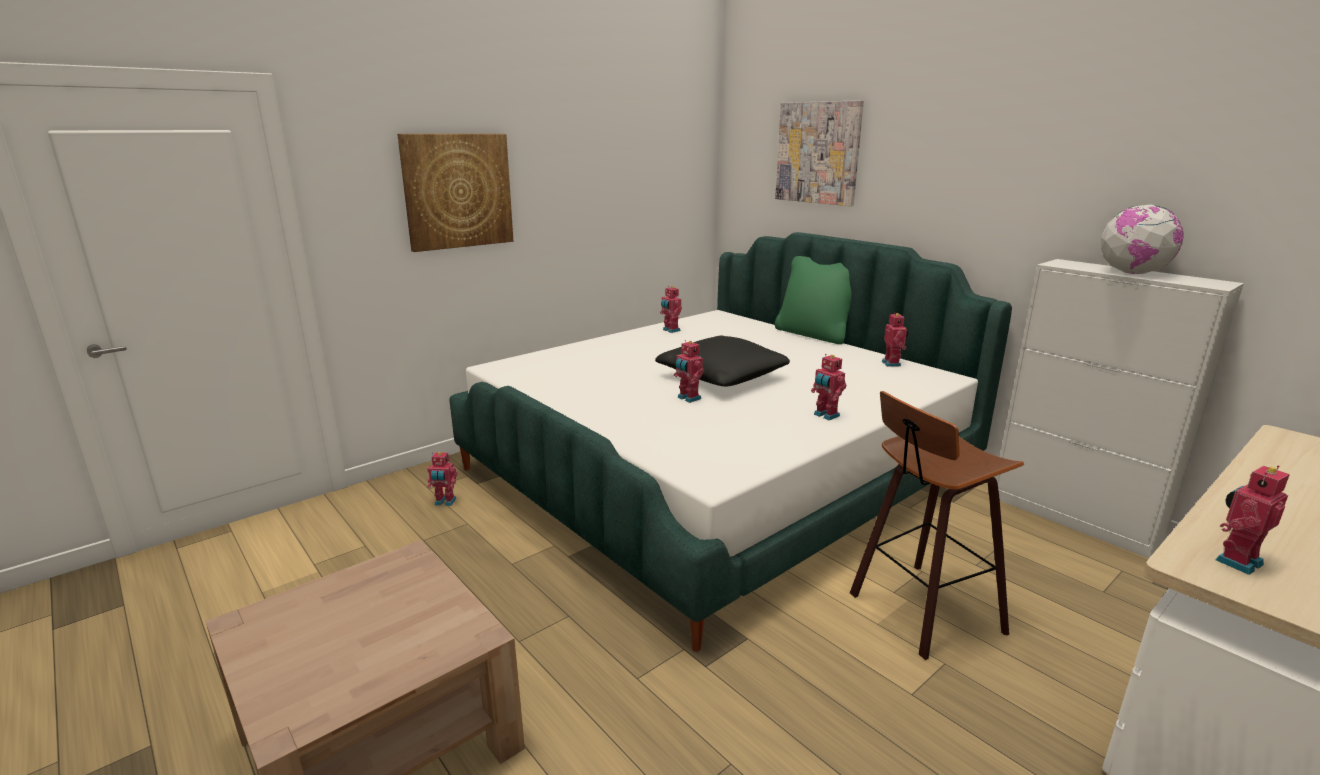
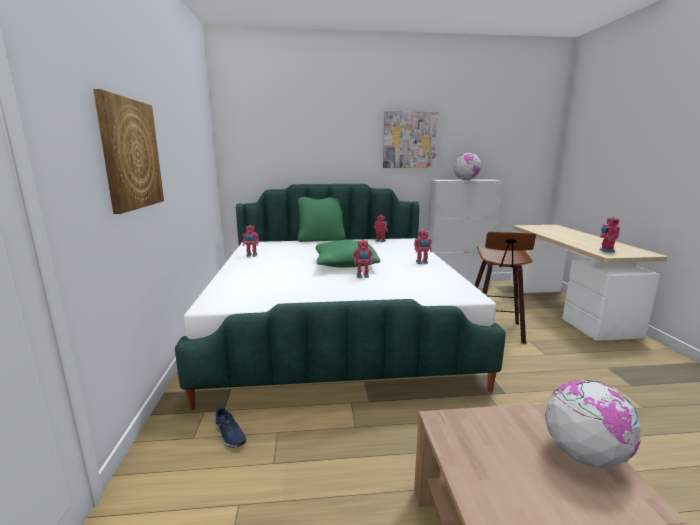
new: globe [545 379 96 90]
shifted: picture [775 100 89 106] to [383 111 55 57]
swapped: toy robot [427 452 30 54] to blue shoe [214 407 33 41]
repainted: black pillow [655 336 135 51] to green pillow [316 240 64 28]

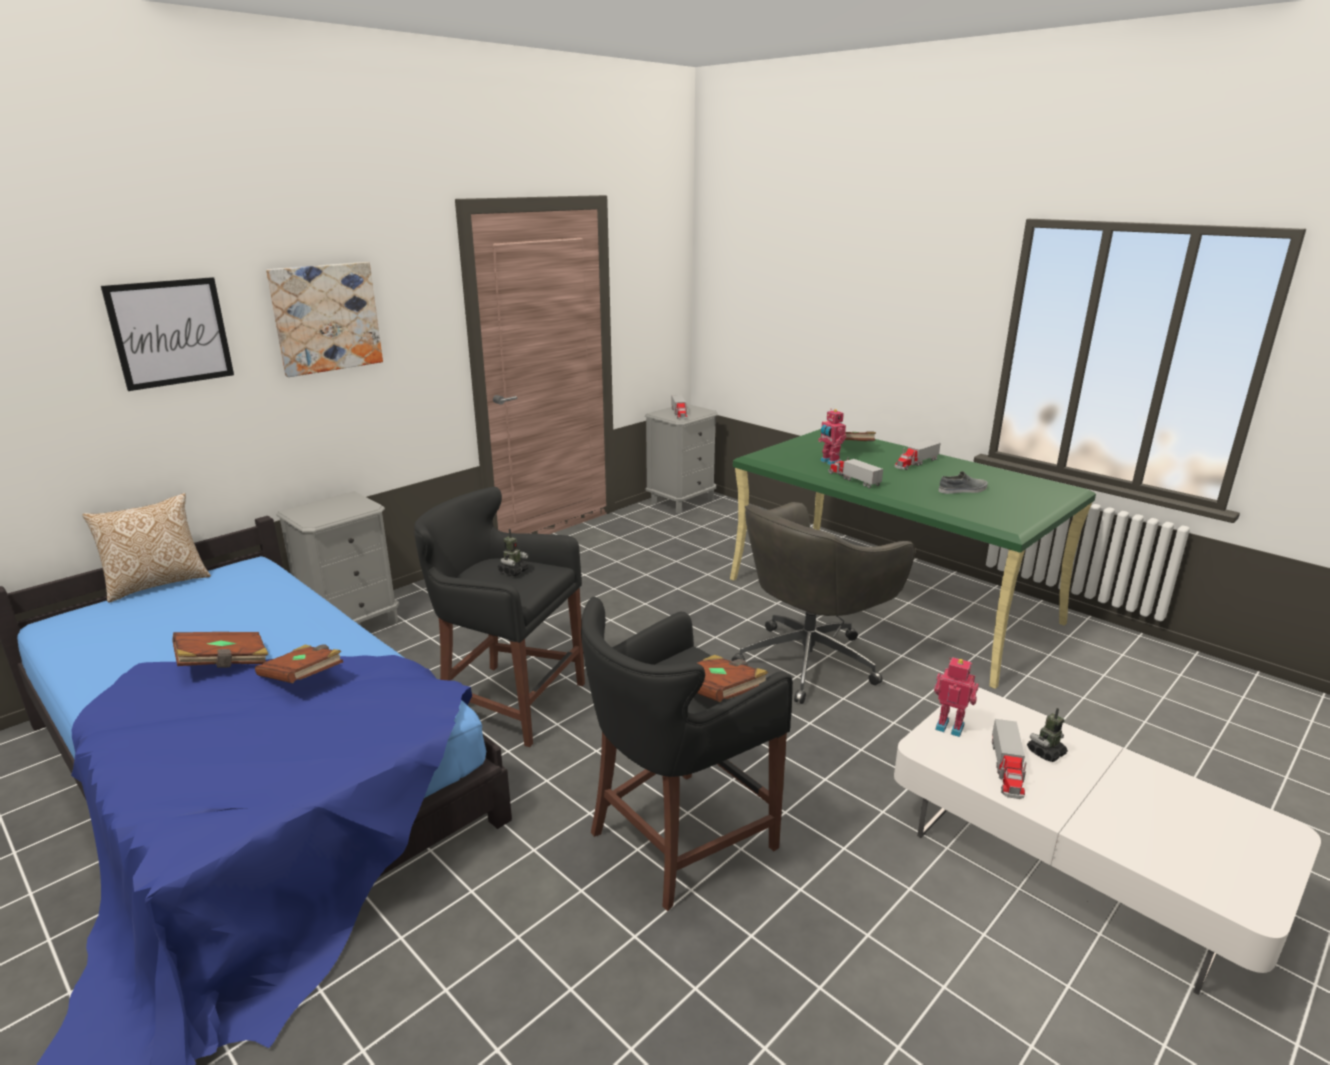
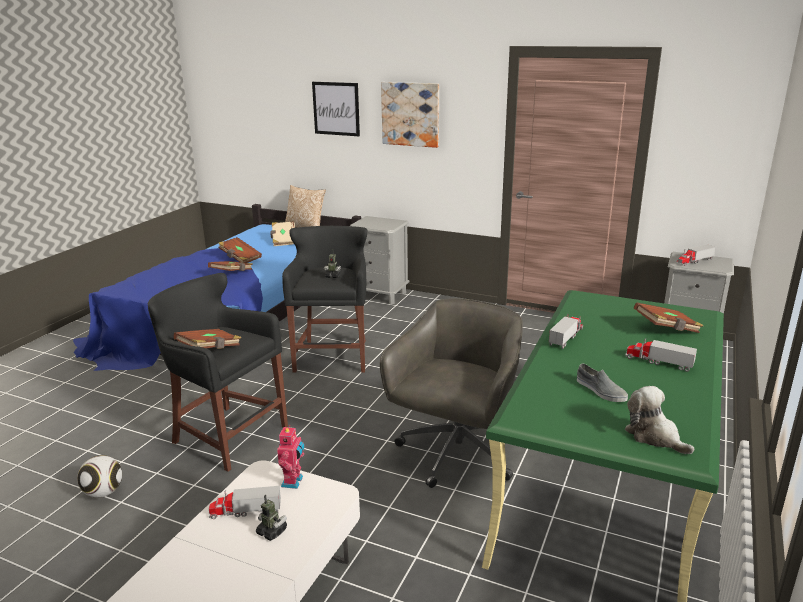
gone: toy robot [818 409 28 56]
new: football [77 455 45 43]; beige book [270 222 25 24]; plush toy [625 386 69 69]
rotated: grey office chair [732 502 183 202] = [380 298 143 190] 90 degrees clockwise

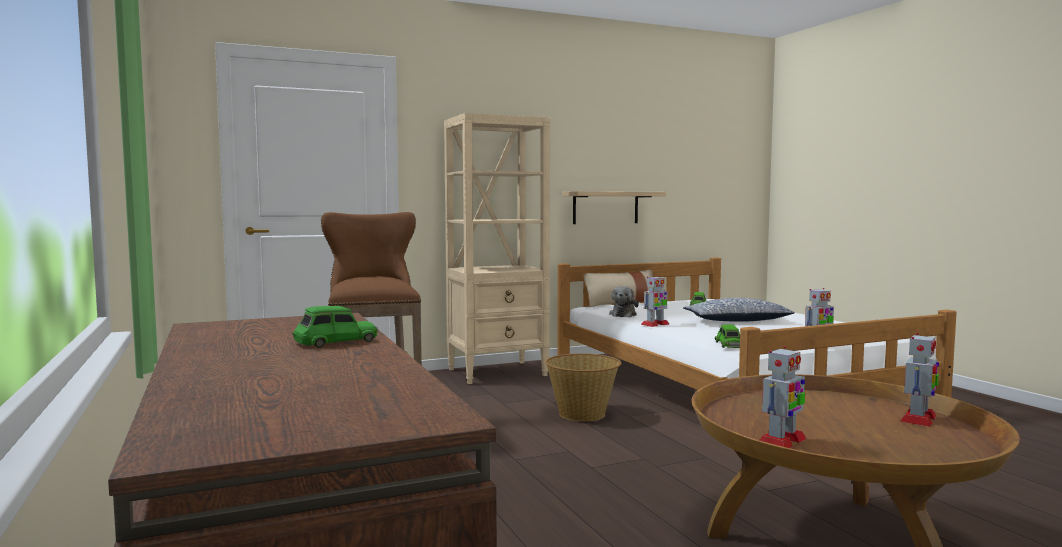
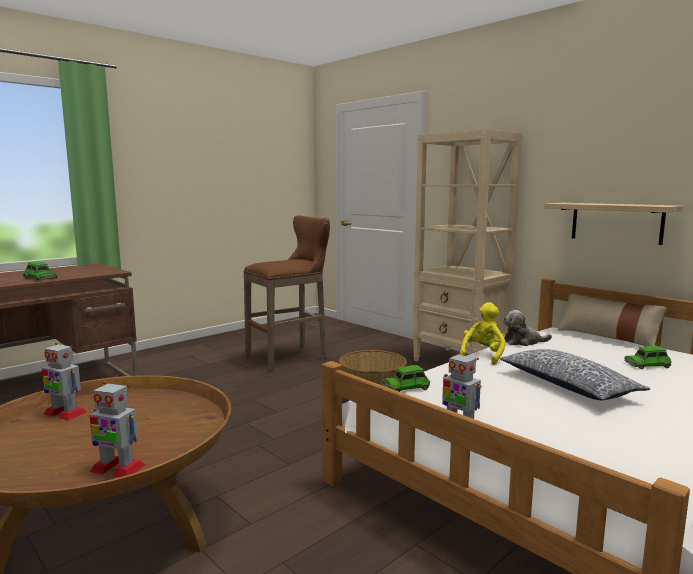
swapped: toy robot [641 276 29 51] to yellow plush toy [459 302 47 63]

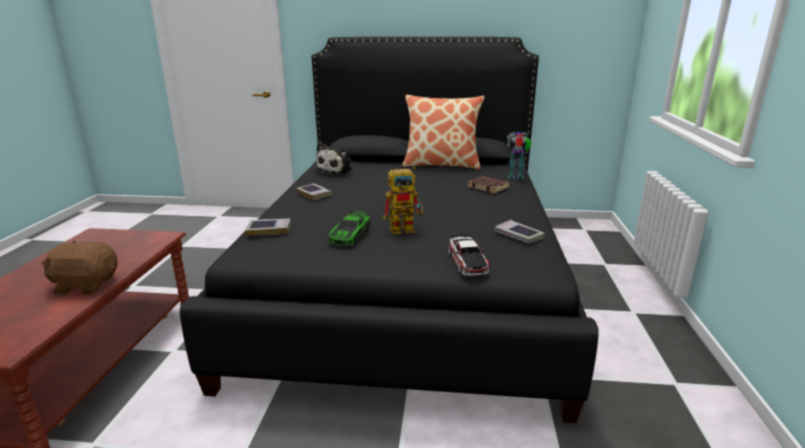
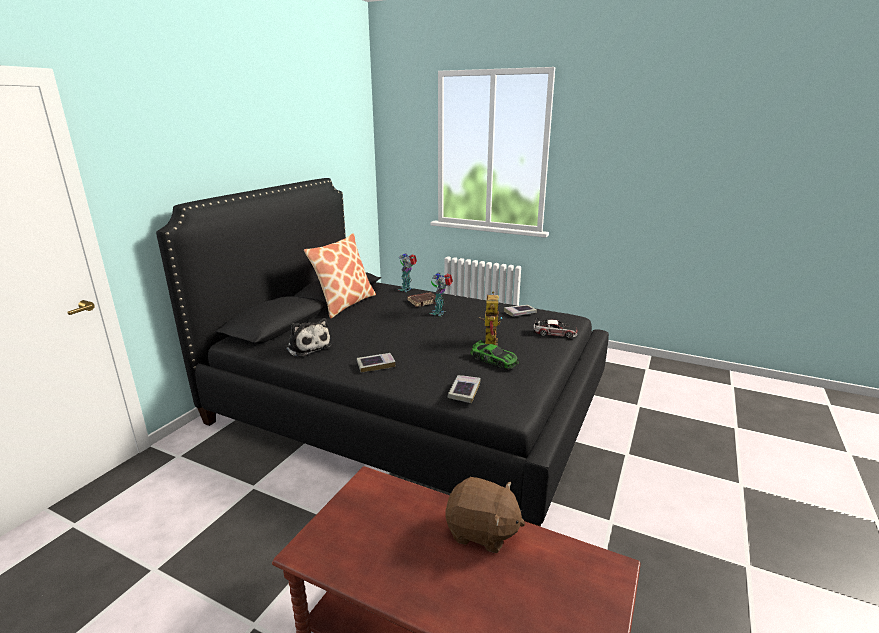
new: toy robot [429 272 24 44]
rotated: brown plush toy [41 240 77 54] = [445 477 80 76] 90 degrees counterclockwise

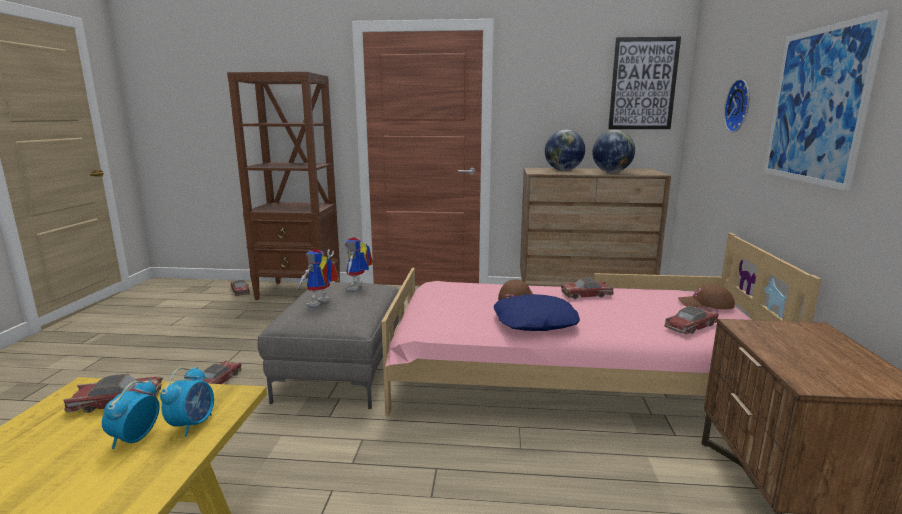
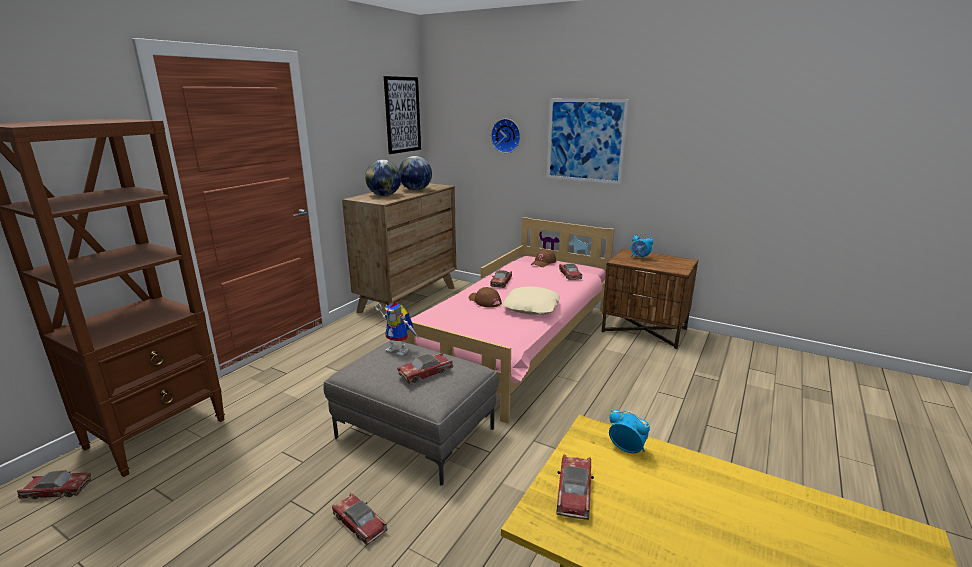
shifted: alarm clock [102 379 58 70] to [631 233 22 27]
swapped: toy robot [296 249 43 58] to toy car [397 352 56 32]
repainted: blue pillow [493 294 87 37] to beige pillow [503 286 57 28]

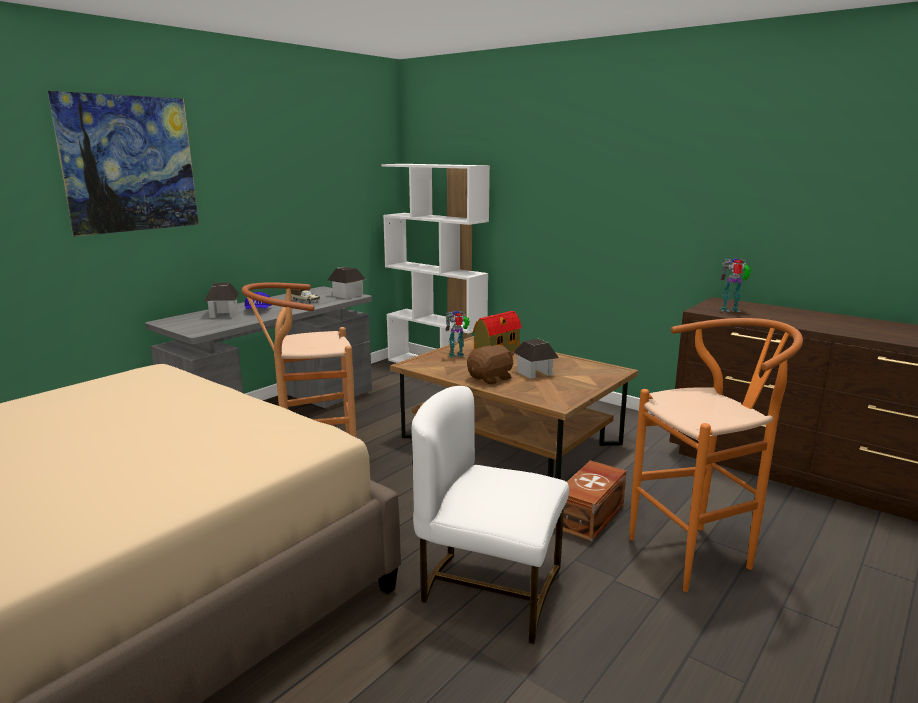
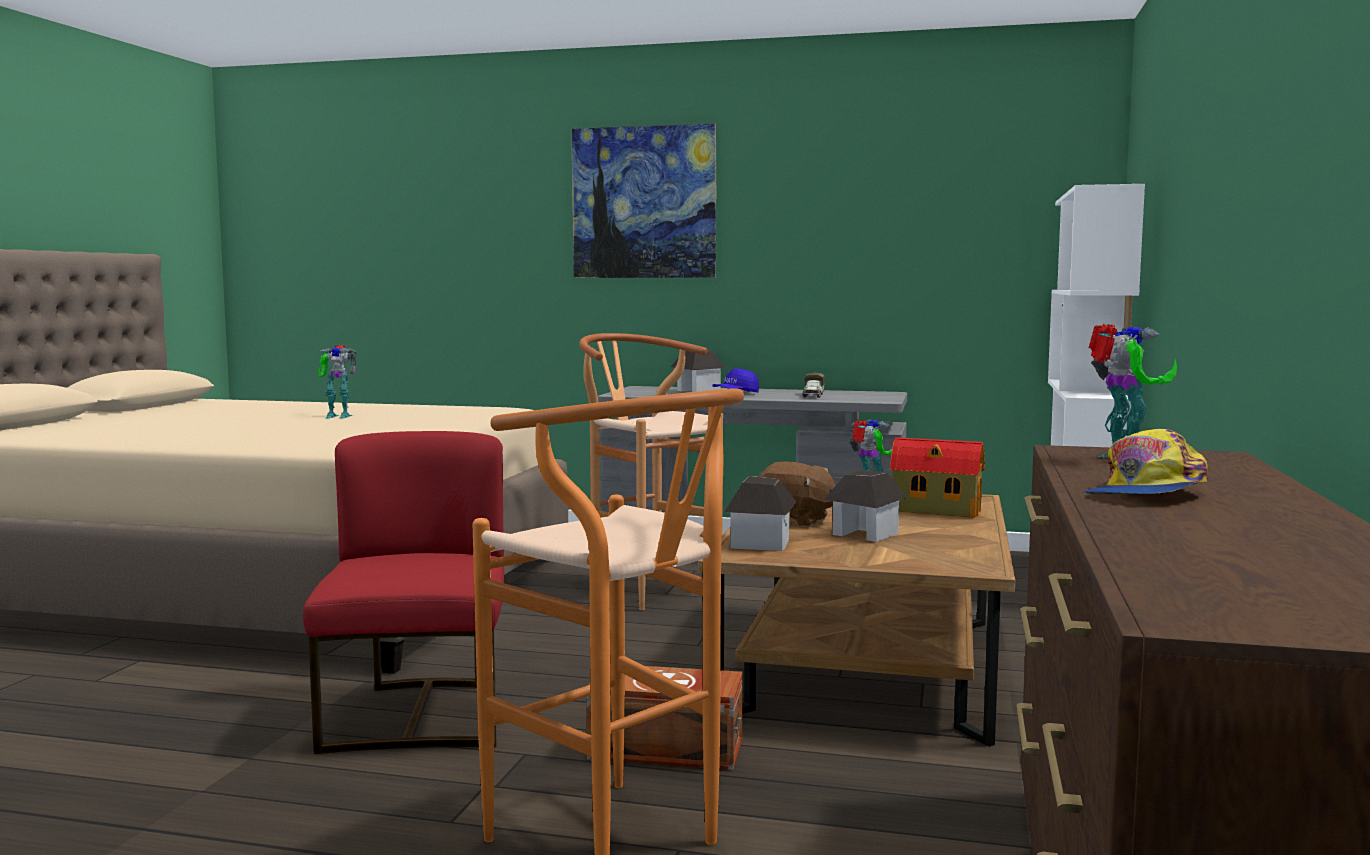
new: toy robot [318 345 39 73]; cap [1083 429 125 66]
shifted: toy house [328 267 38 32] to [724 476 72 75]
repainted: white chair [411 386 158 258] to red chair [303 431 201 323]

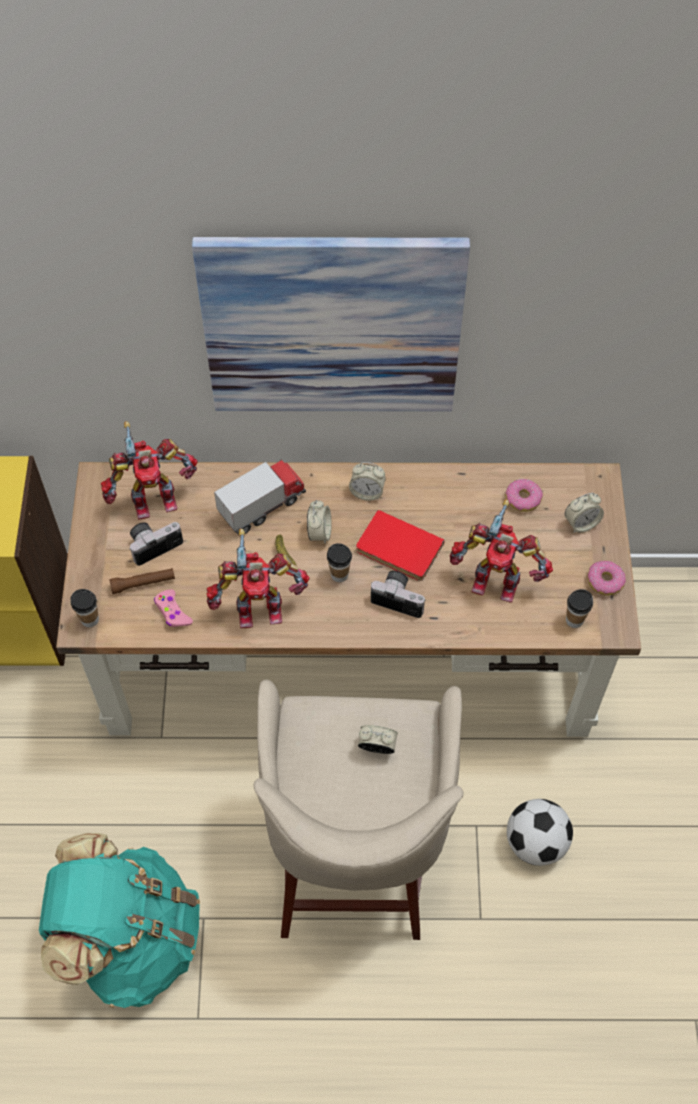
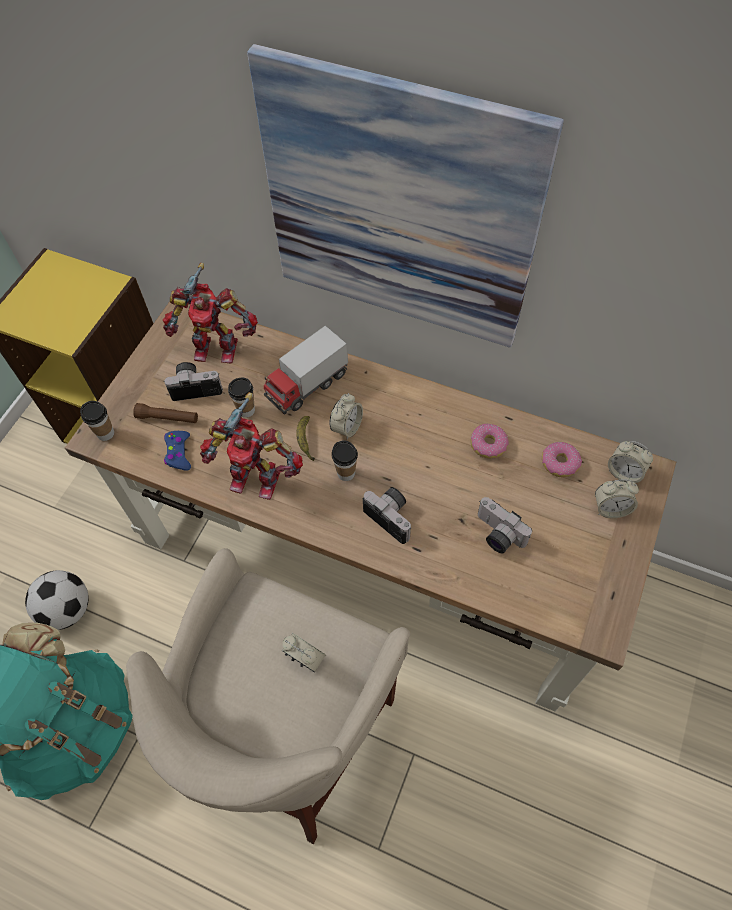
gone: red book [356 510 89 71]
shifted: football [507 799 66 67] to [25 570 64 60]; cup [566 589 27 39] to [228 378 27 40]; donut [588 561 38 35] to [471 424 38 35]; alarm clock [349 462 37 39] to [608 441 45 42]
swapped: toy robot [450 499 103 104] to photo camera [478 497 54 56]
repainted: pink game controller [154 589 39 38] to blue game controller [164 431 27 40]
rotated: toy truck [214 459 92 76] = [264 325 84 90] 150 degrees clockwise

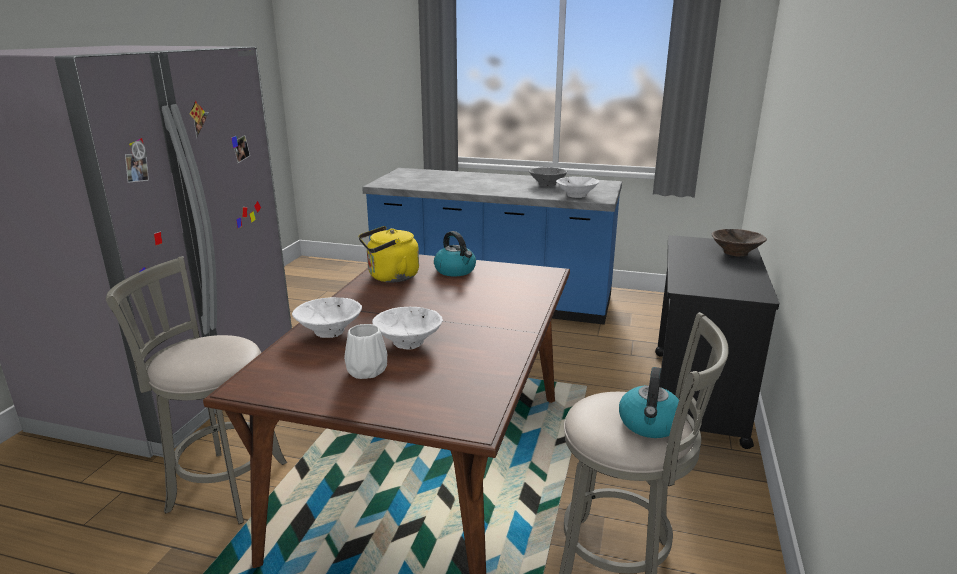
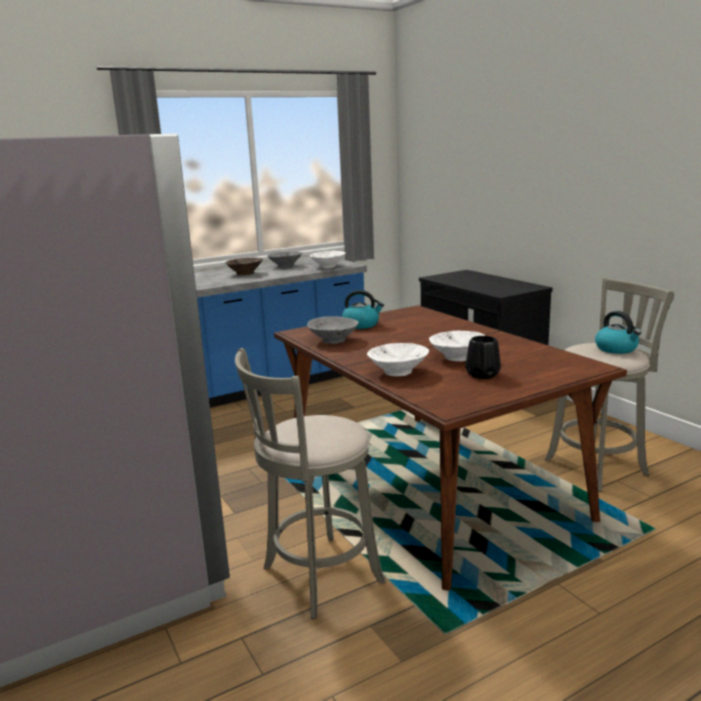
shifted: brown bowl [711 229 56 28] to [225 257 38 18]
swapped: yellow kettle [358 226 61 56] to grey bowl [307 316 52 28]
repainted: white vase [344 324 43 55] to black vase [465 336 36 43]

